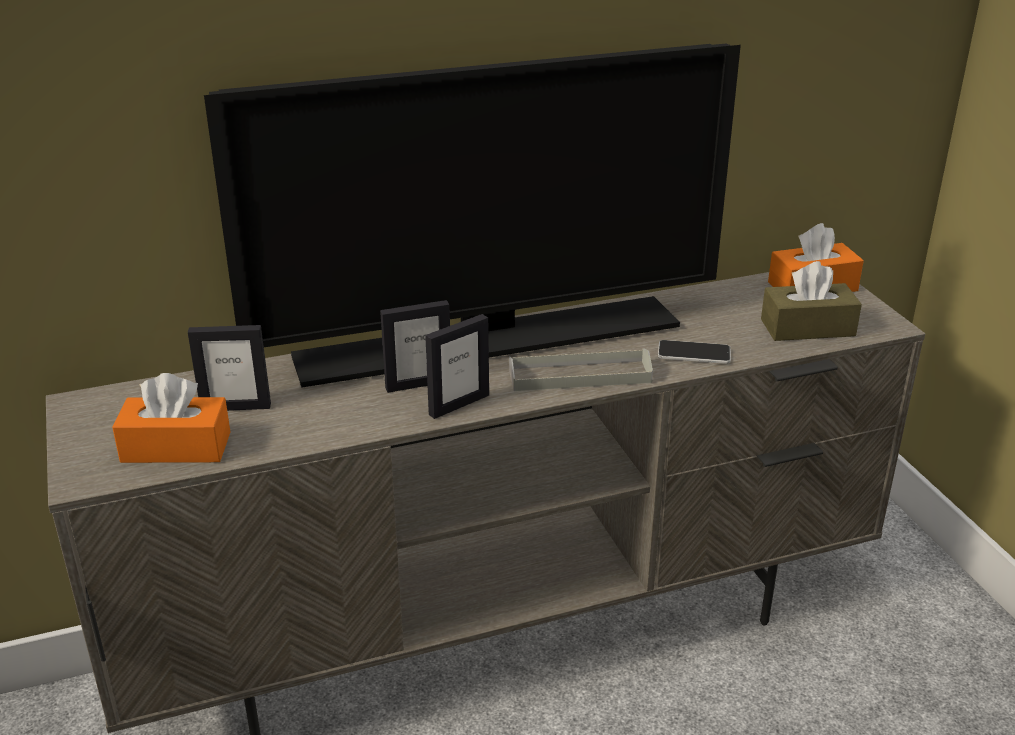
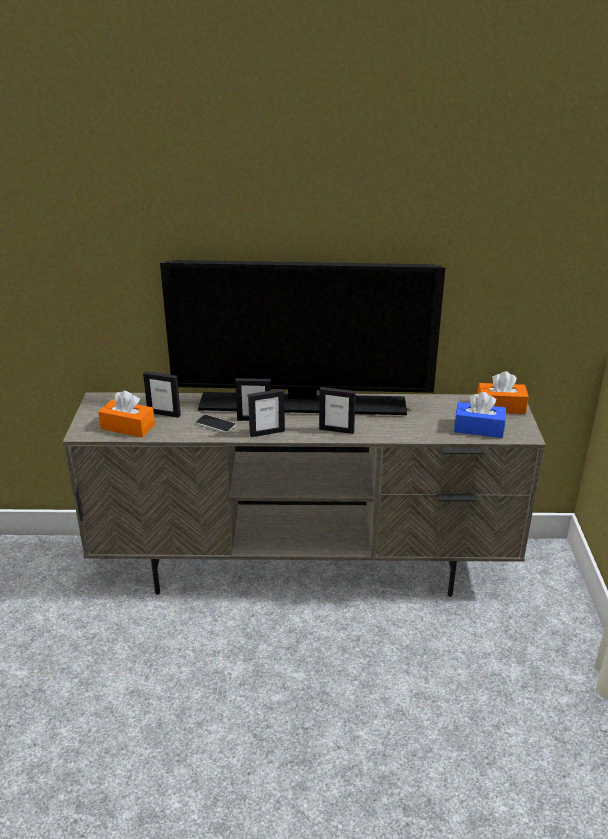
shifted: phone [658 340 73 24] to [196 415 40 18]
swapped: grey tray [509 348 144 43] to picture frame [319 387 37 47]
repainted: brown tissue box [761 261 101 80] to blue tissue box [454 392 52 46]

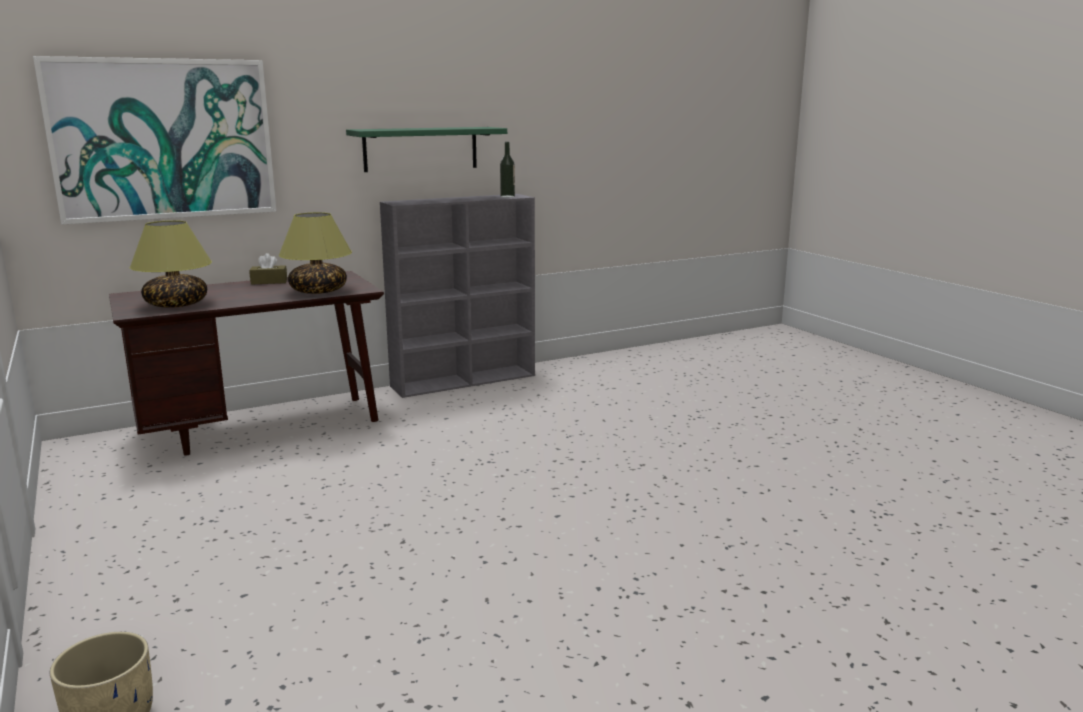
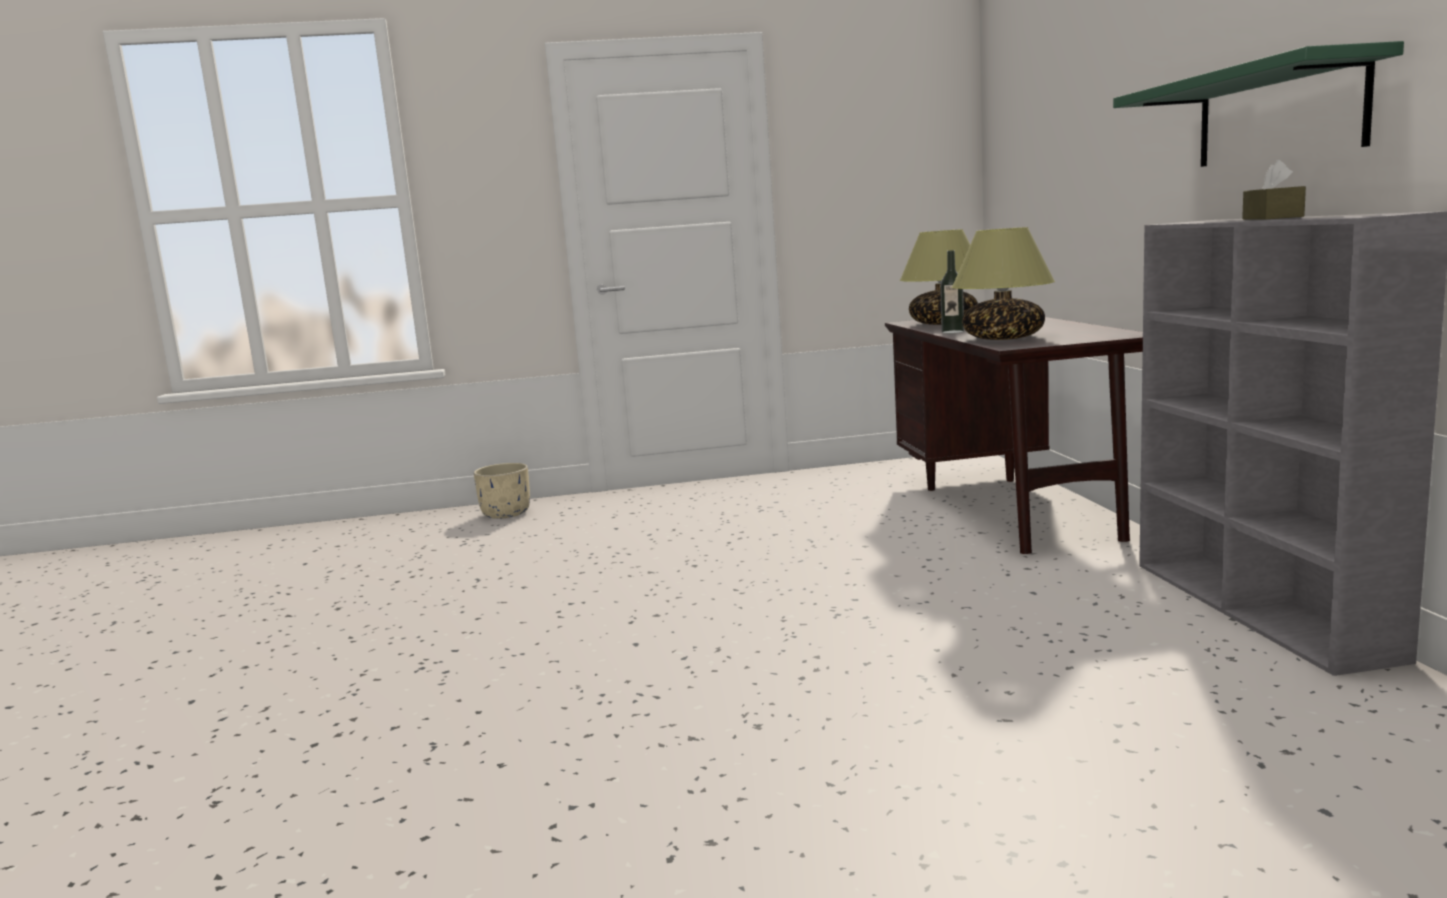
gone: picture [33 56 244 169]
shifted: bottle [500 142 15 55] to [940 250 24 84]; brown tissue box [249 253 38 32] to [1242 159 64 61]

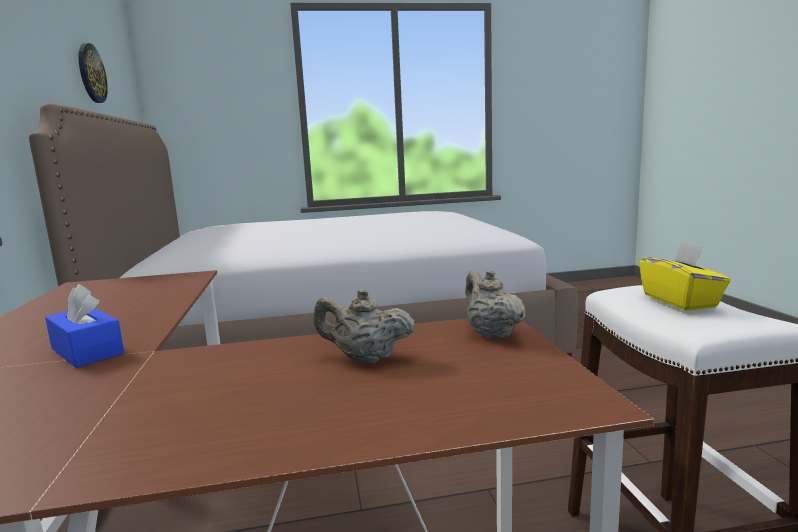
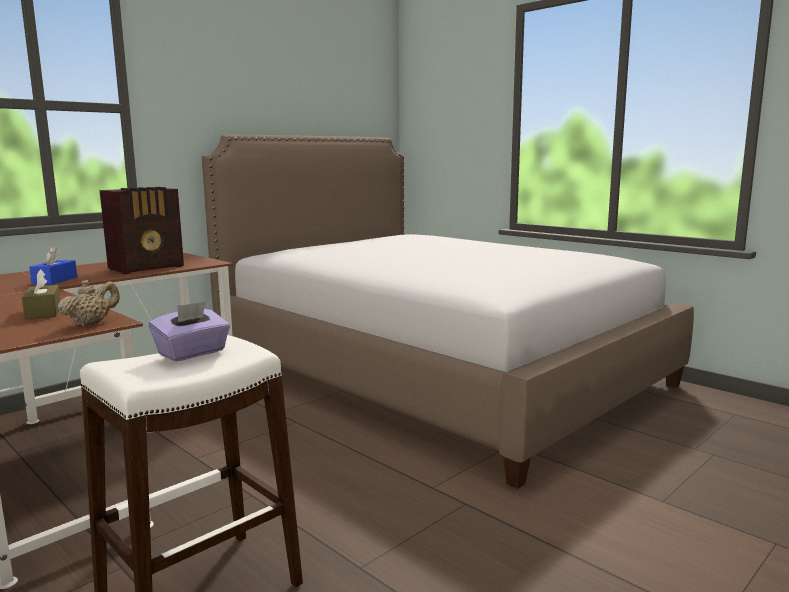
gone: wall clock [79 43 29 60]
new: radio [100 187 84 87]
swapped: beige teapot [313 289 102 75] to brown tissue box [22 269 38 50]
repainted: yellow tissue box [639 242 92 69] to purple tissue box [149 301 81 60]

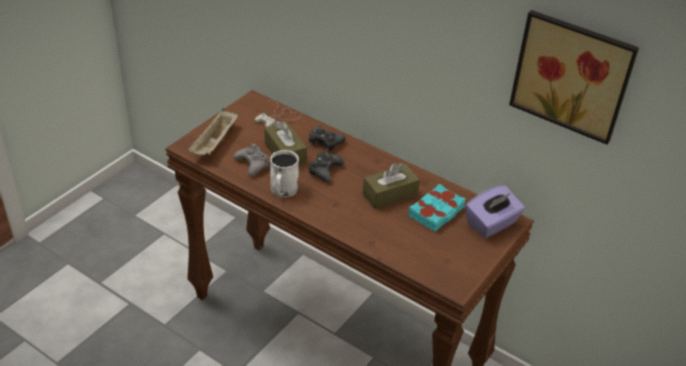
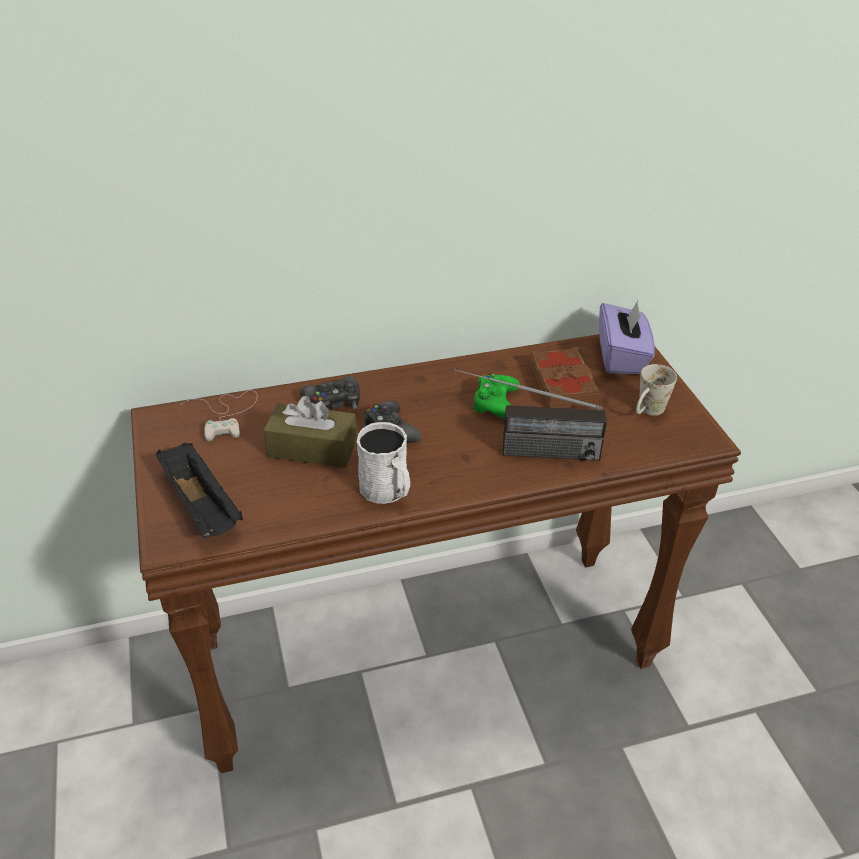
gone: grey game controller [233 144 37 32]; picture [509 10 130 135]
new: radio [453 368 154 93]; white mug [636 364 41 52]
swapped: brown tissue box [363 163 57 46] to green game controller [472 373 48 46]
repainted: beige tray [188 109 50 46] to black tray [156 443 87 95]; turquoise book [408 184 57 48] to brown book [530 347 69 61]

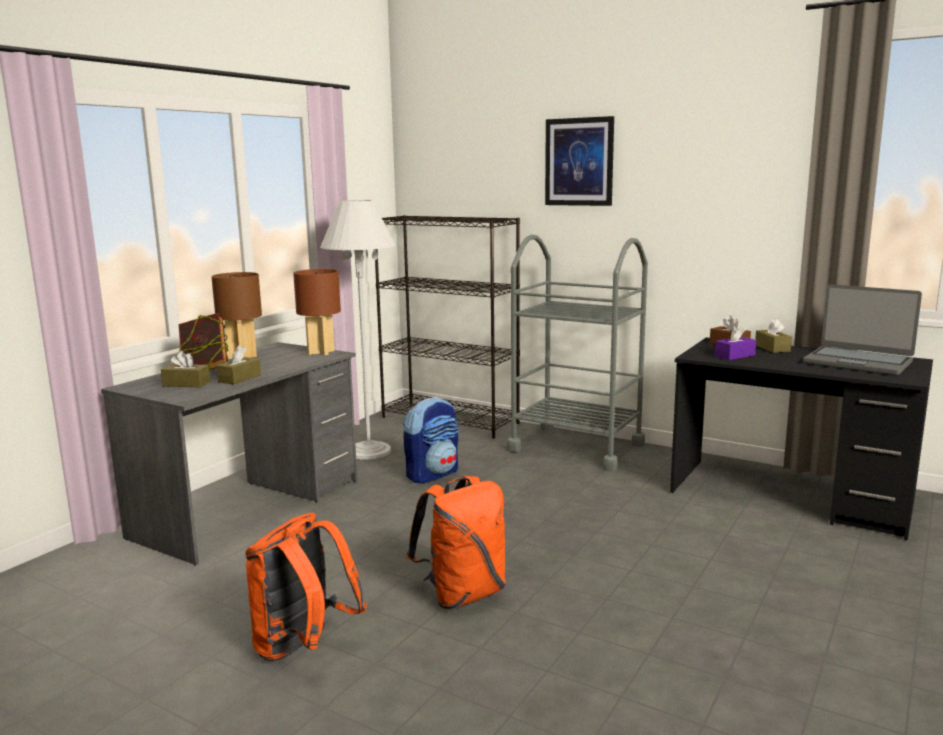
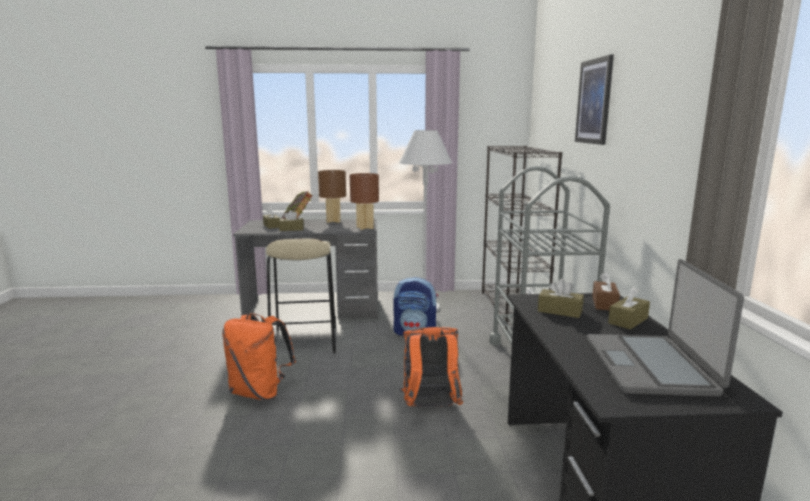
new: beige stool [266 239 70 114]
shifted: orange backpack [245 512 122 149] to [399 327 64 80]
repainted: purple tissue box [715 325 41 35] to brown tissue box [538 279 46 39]

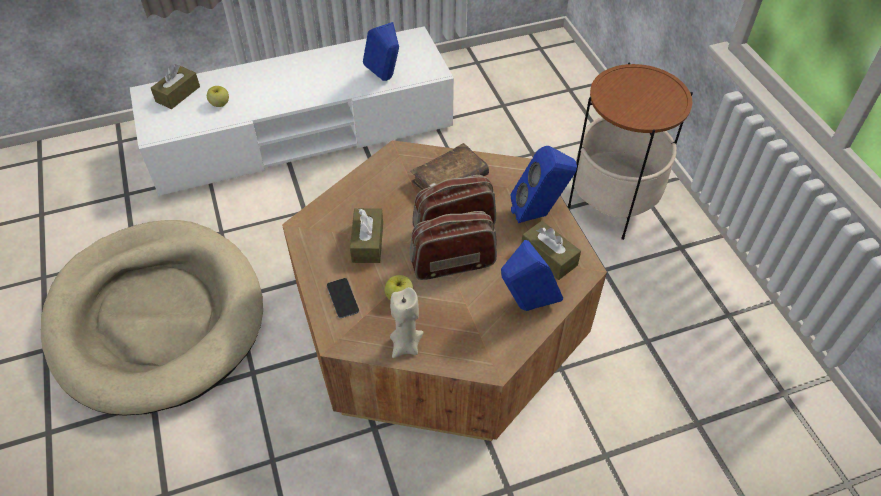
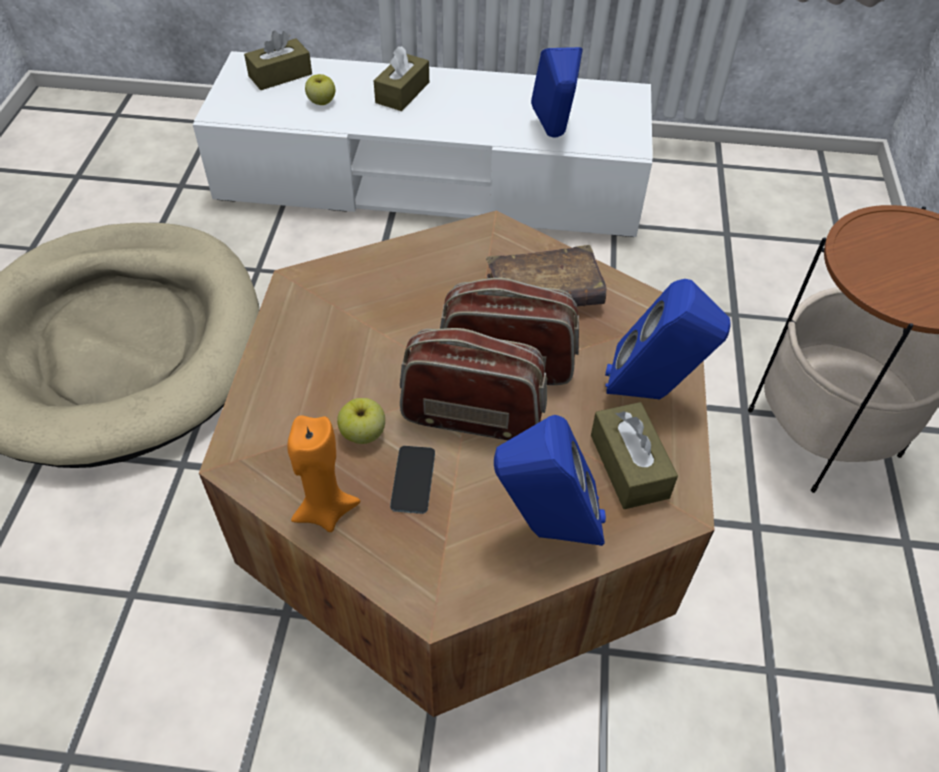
shifted: brown tissue box [350 208 33 55] to [374 46 55 65]; phone [327 278 32 40] to [390 446 45 68]
repainted: beige candle [390 287 34 71] to orange candle [287 416 74 116]

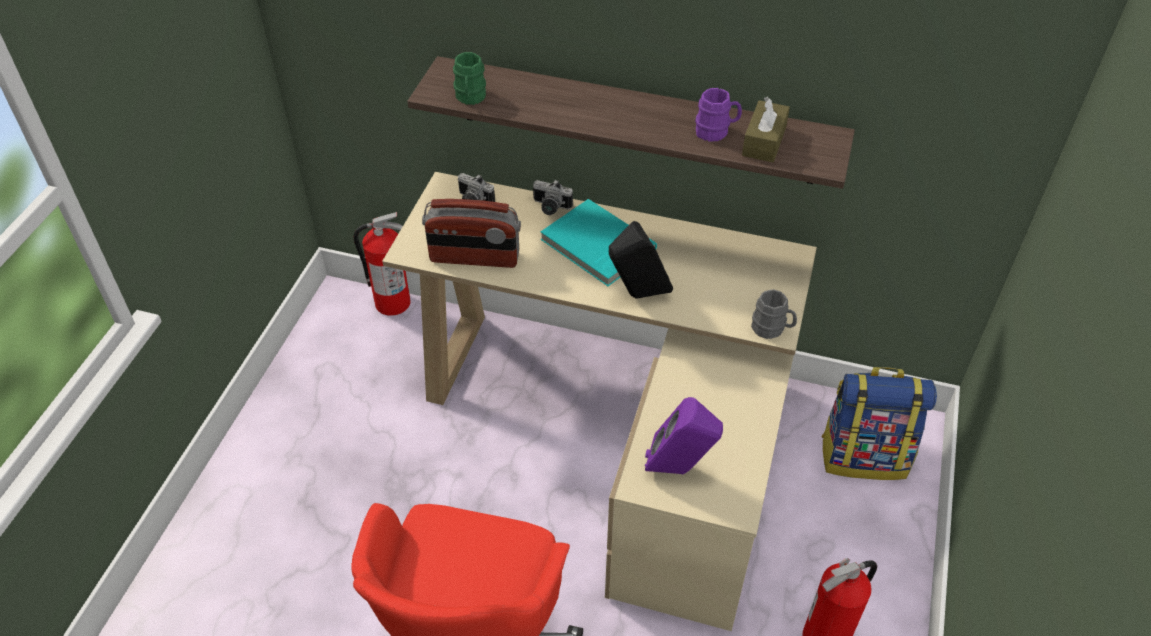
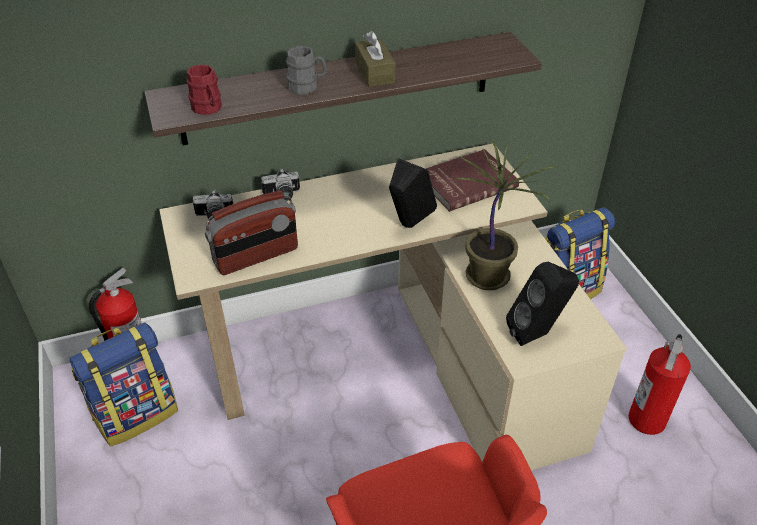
gone: turquoise book [541 199 116 87]; purple mug [695 88 47 54]
new: backpack [70 322 108 125]; red book [426 149 93 63]; potted plant [455 141 103 149]
shifted: grey mug [751 289 46 50] to [286 46 41 49]; brown tissue box [742 97 48 65] to [355 31 41 56]
repainted: green mug [453 52 33 53] to red mug [186 65 36 50]; purple speaker [645 397 78 77] to black speaker [506 262 73 84]

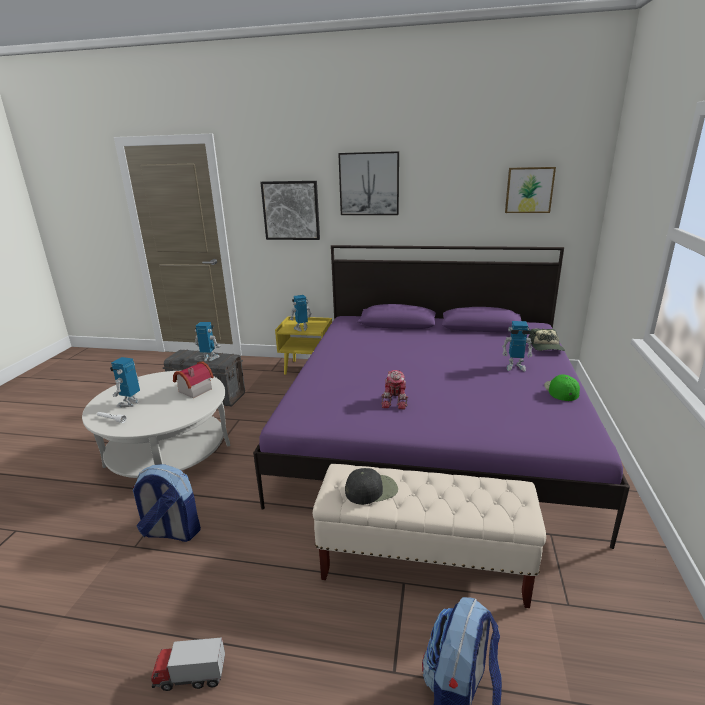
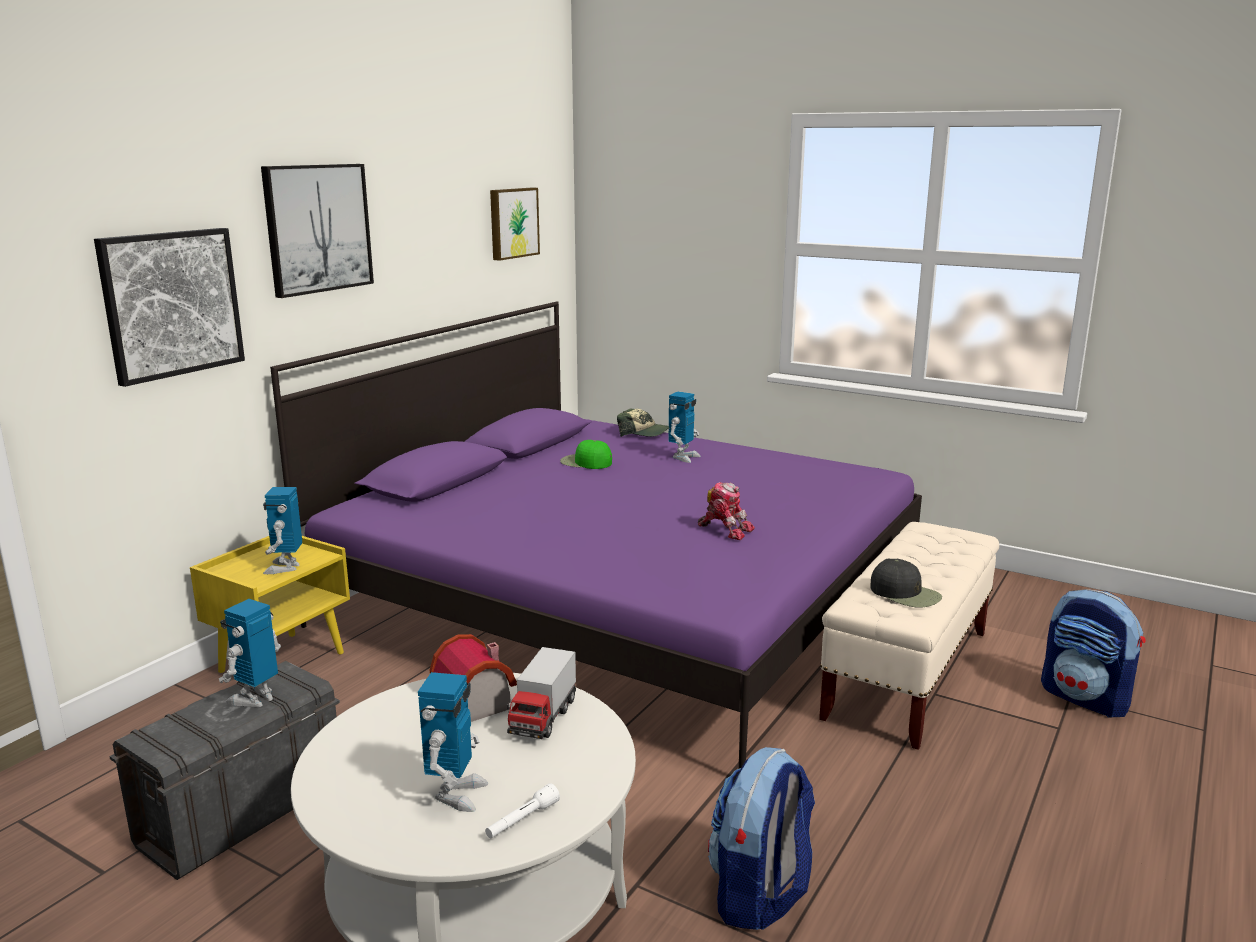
shifted: toy truck [151 637 74 54] to [507 647 69 92]; green cap [544 374 36 27] to [560 440 52 29]
rotated: toy robot [110 357 30 51] = [418 672 70 140] 120 degrees counterclockwise; black cap [345 468 53 37] = [871 559 71 49] 135 degrees clockwise

